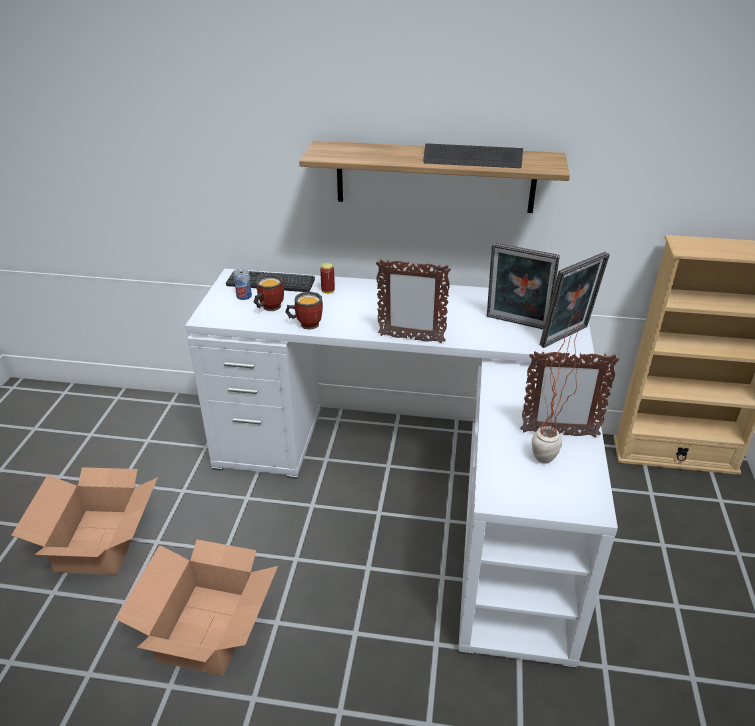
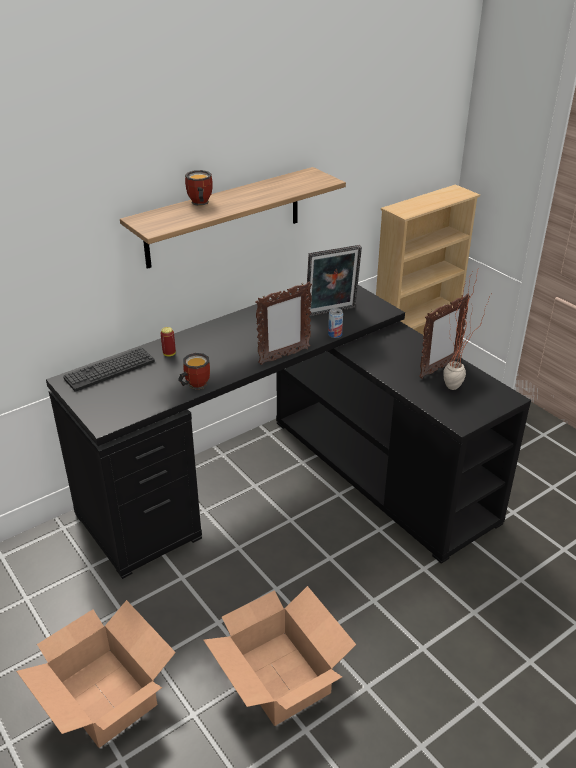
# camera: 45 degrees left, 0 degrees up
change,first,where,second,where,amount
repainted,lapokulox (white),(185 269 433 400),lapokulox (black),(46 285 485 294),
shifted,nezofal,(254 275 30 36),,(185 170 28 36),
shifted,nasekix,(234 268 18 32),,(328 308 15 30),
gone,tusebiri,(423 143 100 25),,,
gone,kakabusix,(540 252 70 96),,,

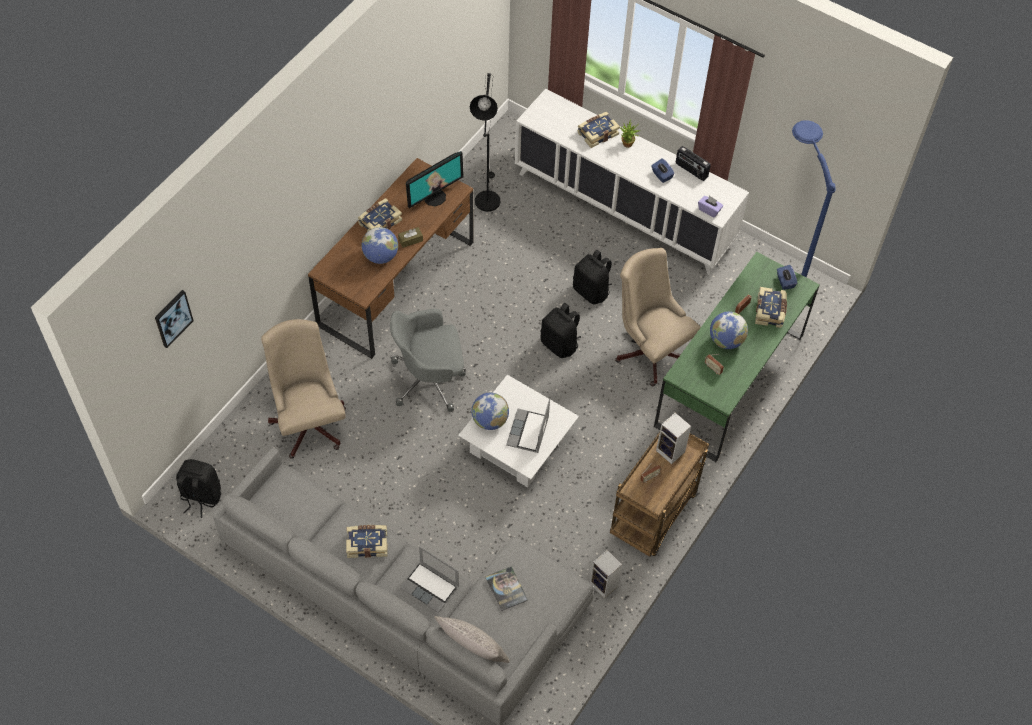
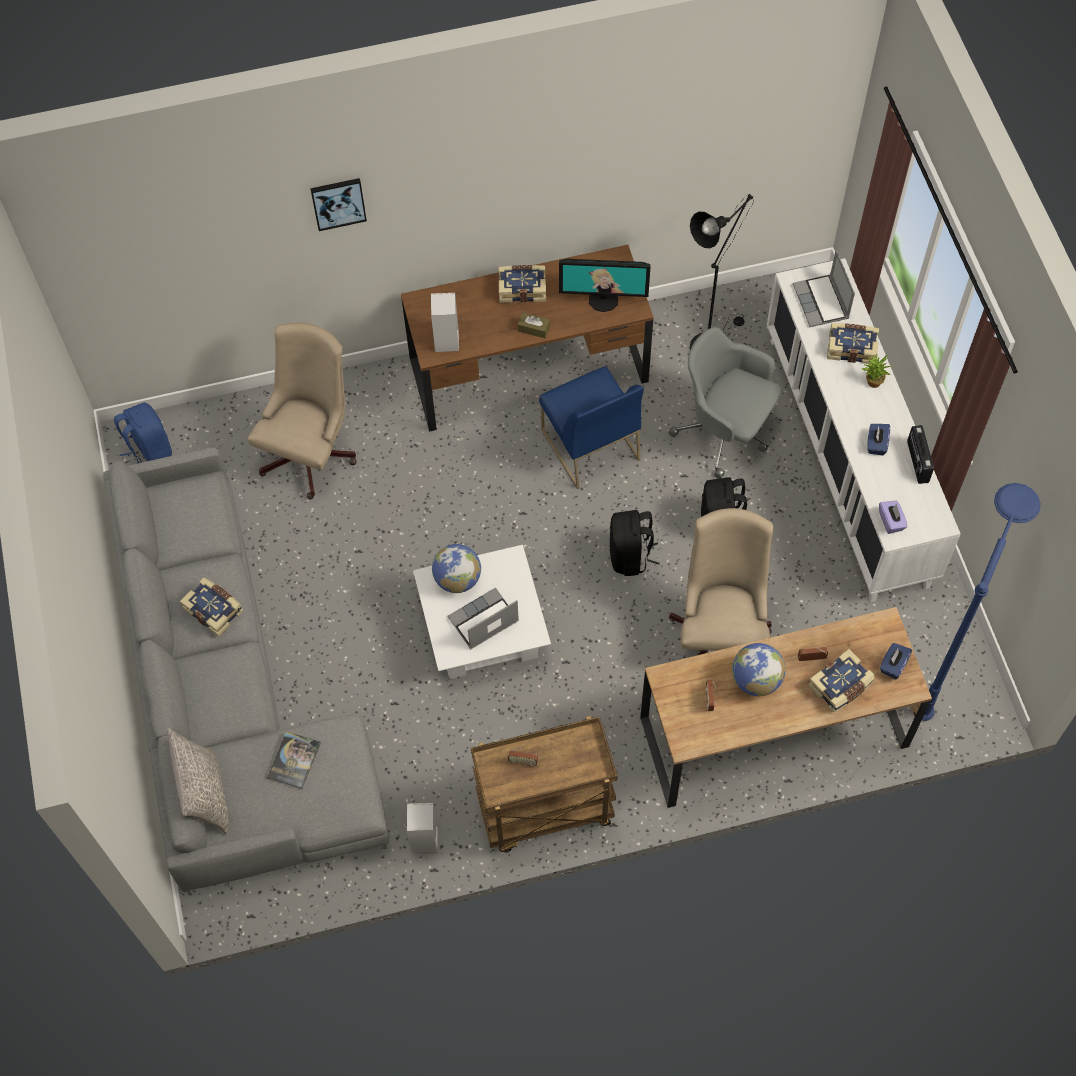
# camera: 45 degrees right, 5 degrees up
change,first,where,second,where,amount
repainted,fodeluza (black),(176 459 45 59),fodeluza (blue),(114 403 58 61),
shifted,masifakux,(155 290 39 58),,(310 178 57 53),
shifted,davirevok,(656 413 35 51),,(431 293 28 59),
new,,,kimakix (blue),(539 366 105 123),
repainted,lapokulox (green),(654 252 166 210),lapokulox (brown),(640 607 292 201),
shifted,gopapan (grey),(390 309 76 103),,(668 327 113 152),
shifted,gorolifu,(400 546 59 67),,(793 250 62 77),
gone,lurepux,(361 227 37 37),,,

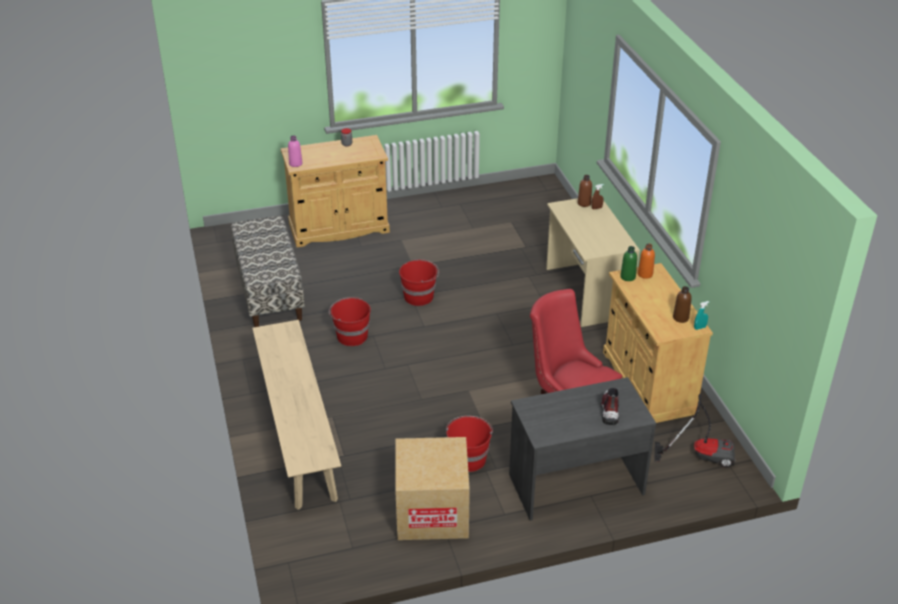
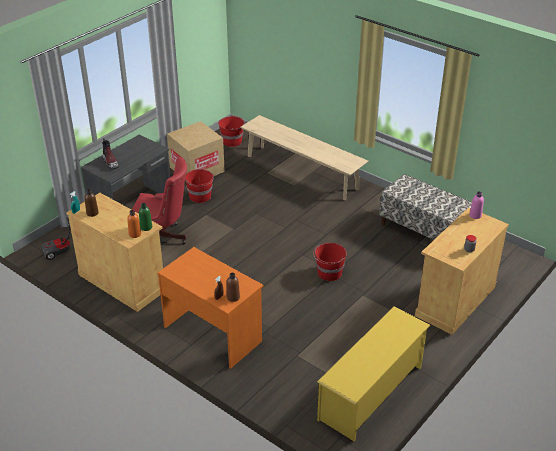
# camera: 145 degrees right, 0 degrees up
change,first,where,second,where,amount
repainted,lapokulox (beige),(546 196 94 131),lapokulox (orange),(158 247 105 122),
shifted,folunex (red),(329 297 42 49),,(219 116 26 31),
new,,,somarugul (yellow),(317 307 114 135),

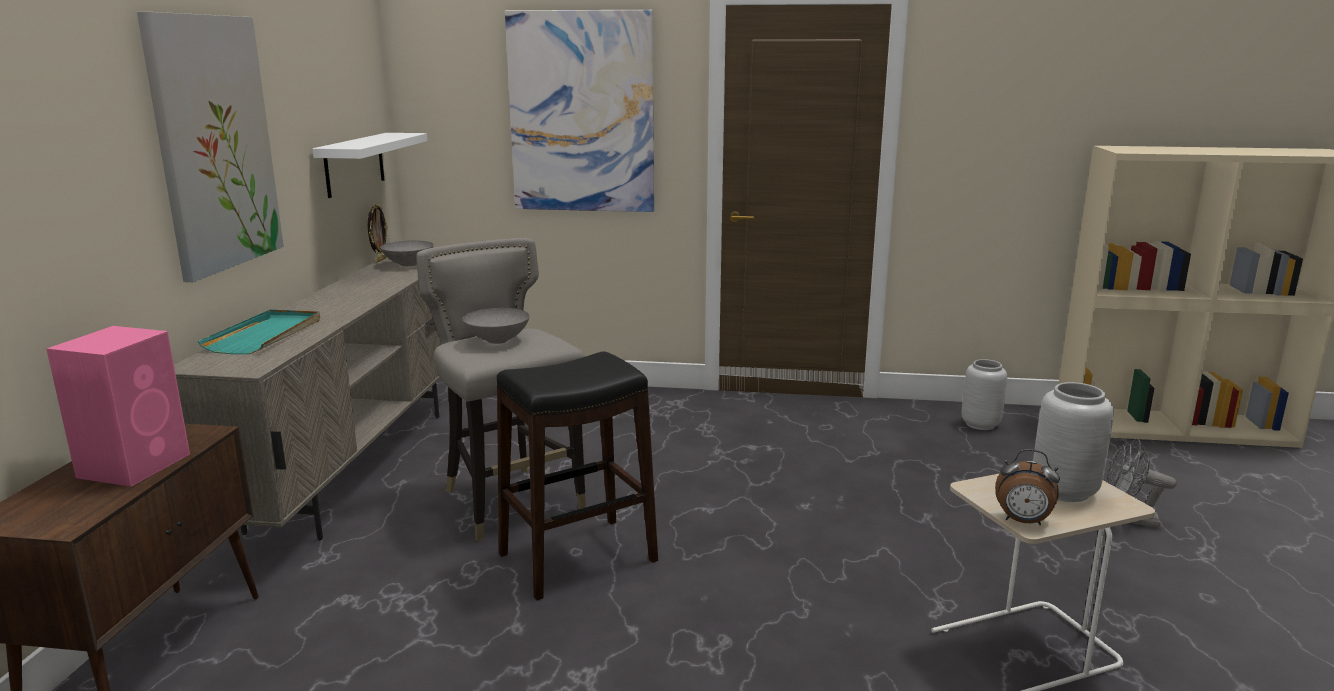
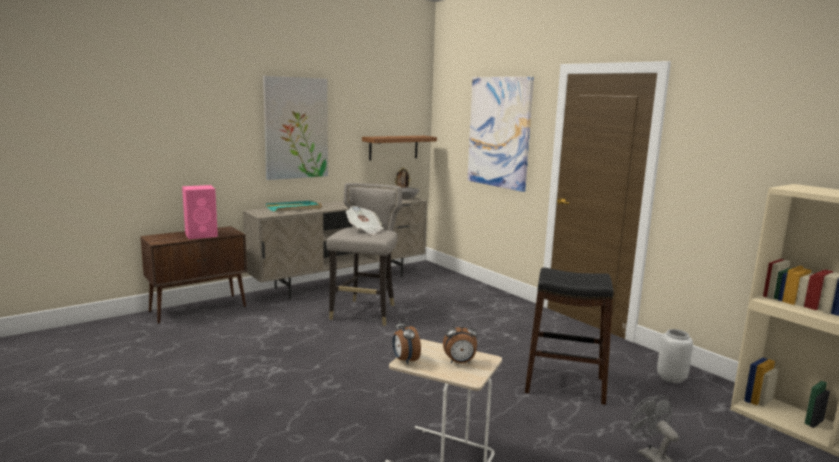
# camera: 45 degrees right, 5 degrees down
change,first,where,second,where,amount
swapped,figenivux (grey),(463 308 67 36),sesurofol,(346 206 38 29),
repainted,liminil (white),(313 133 114 65),liminil (brown),(362 136 75 25),
swapped,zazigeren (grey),(1033 382 81 120),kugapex,(443 320 35 43),
shifted,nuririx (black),(497 352 161 249),,(525 267 89 138),

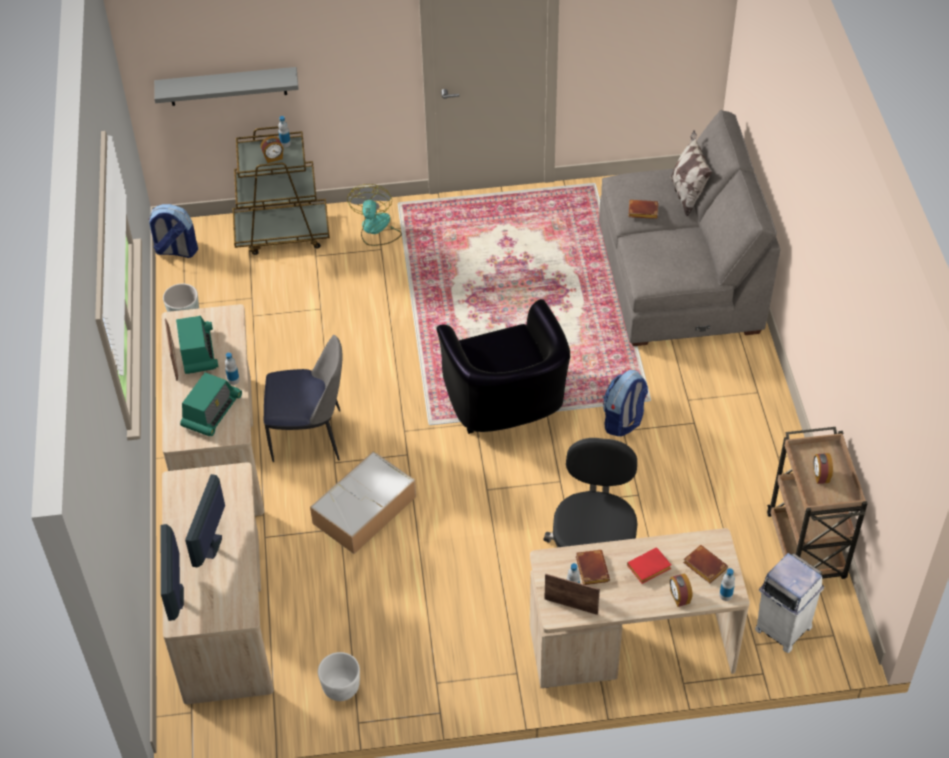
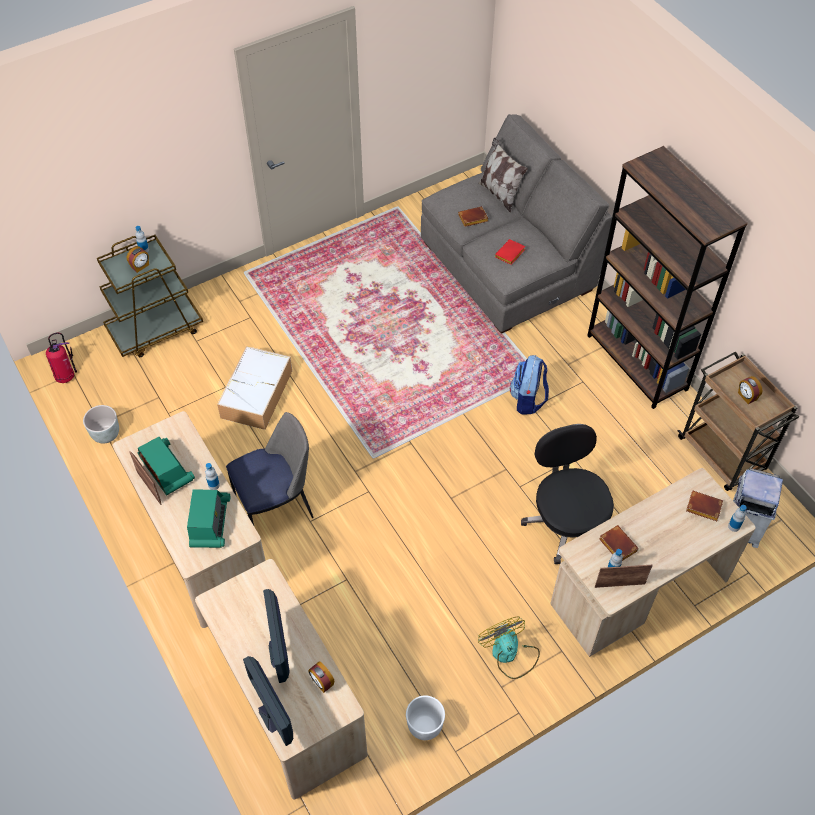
# camera: 25 degrees left, 5 degrees up
change,first,where,second,where,amount
swapped,fodeluza,(148 204 50 54),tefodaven,(46 333 31 50),
shifted,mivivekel,(310 451 106 103),,(217 346 75 84),
shifted,kugapex,(670 573 23 34),,(309 662 25 31),
shifted,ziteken,(347 184 55 62),,(478 616 62 63),
shifted,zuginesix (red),(627 547 45 37),,(495 239 30 26),
new,,,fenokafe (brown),(587 146 161 263),
gone,liminil (grey),(154 67 145 39),,,
gone,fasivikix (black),(437 299 133 135),,,

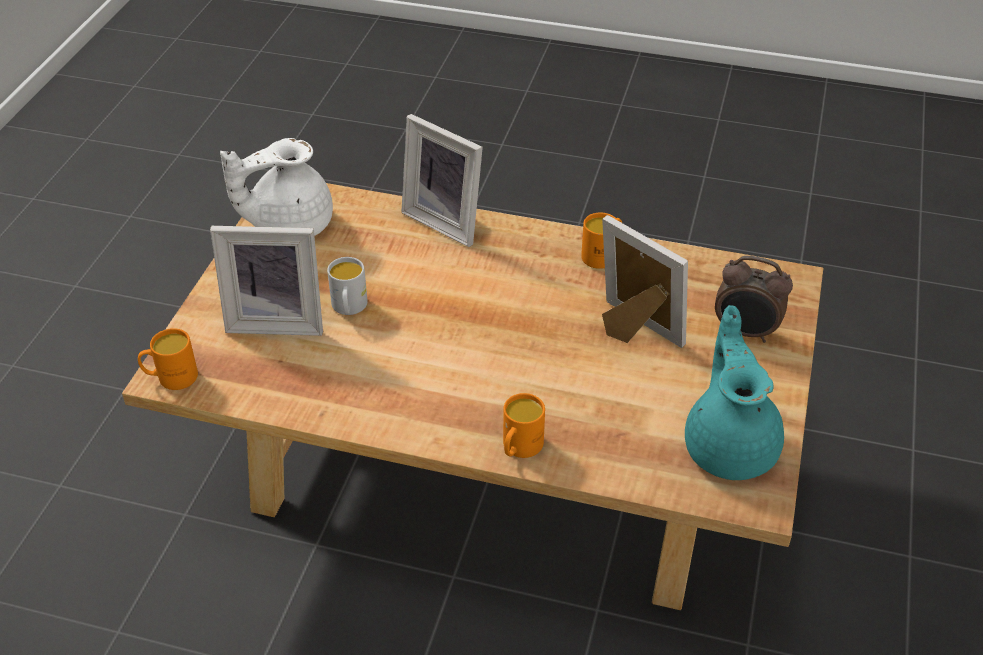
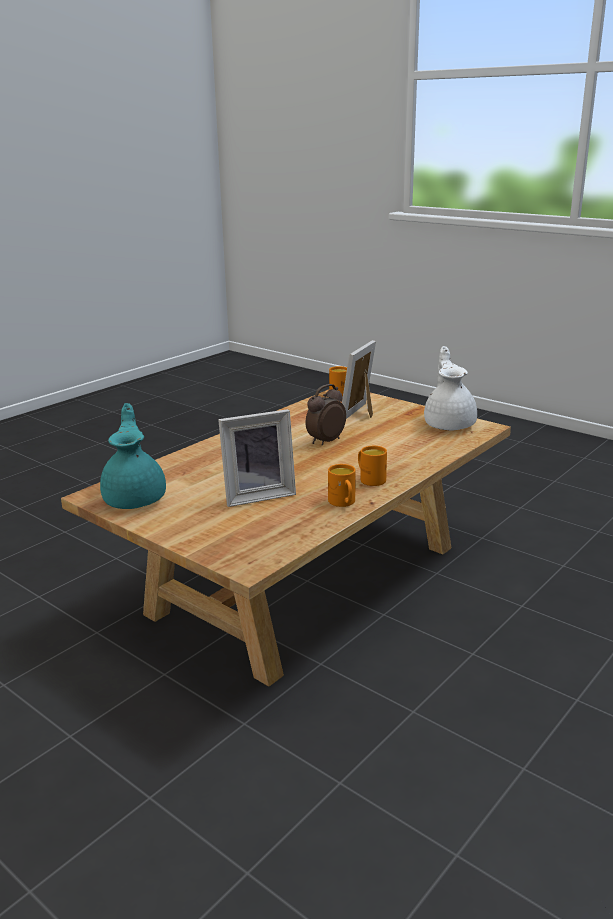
# camera: 115 degrees right, 20 degrees down
change,first,where,second,where,amount
rotated,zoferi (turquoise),(685 305 99 175),,(100 403 66 106),120 degrees counterclockwise
shifted,kugapex,(715 256 78 87),,(306 384 40 62),
shifted,nezofal (orange),(503 393 42 65),,(358 446 29 40),
gone,nezofal (white),(327 257 41 58),,,
gone,kakabusix,(401 114 82 133),,,

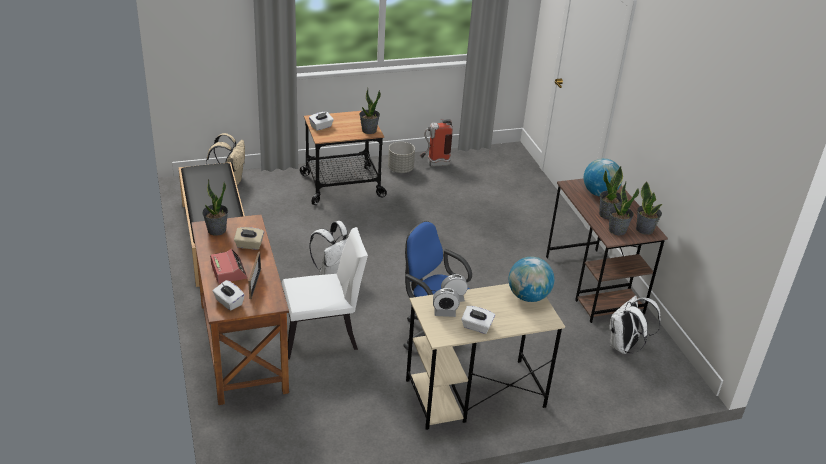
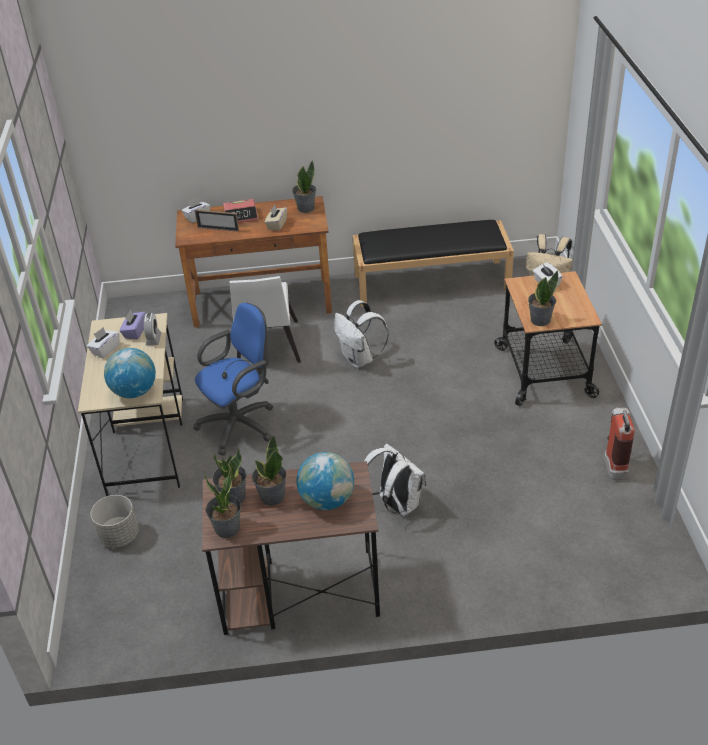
# camera: 105 degrees right, 5 degrees up
change,first,where,second,where,amount
shifted,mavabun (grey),(388 142 27 31),,(91 495 48 53),
swapped,kugapex,(433 288 27 29),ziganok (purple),(120 310 26 30),
shifted,fodeluza (white),(609 295 52 59),,(364 444 63 72),

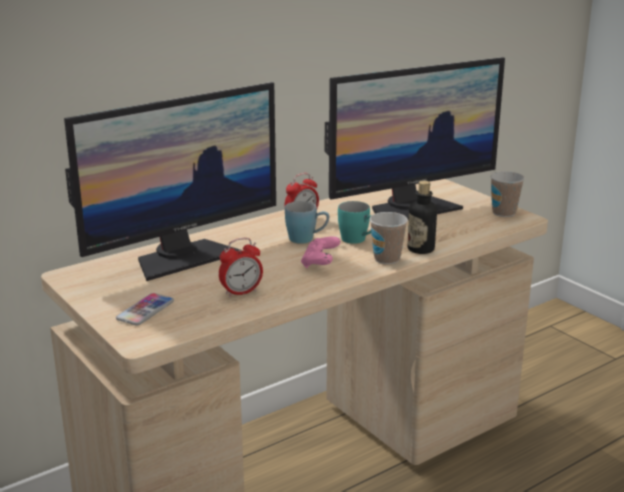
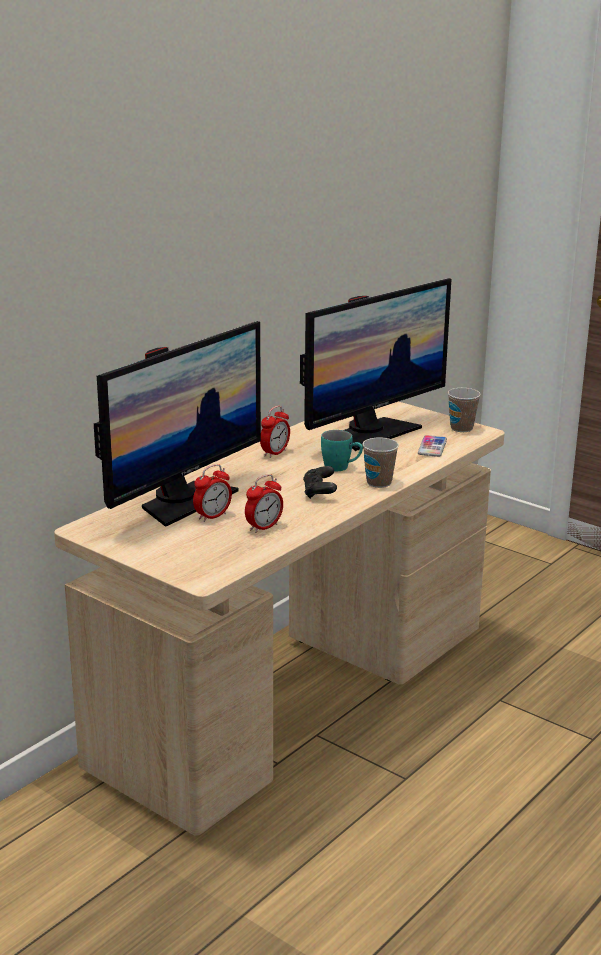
# camera: 15 degrees left, 0 degrees up
change,first,where,second,where,amount
new,,,kugapex,(193 464 39 58),
repainted,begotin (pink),(301 237 39 31),begotin (black),(303 466 34 33),
shifted,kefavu,(116 293 58 32),,(418 435 29 22),
gone,nezofal (blue),(285 201 44 43),,,
gone,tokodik,(407 181 30 73),,,

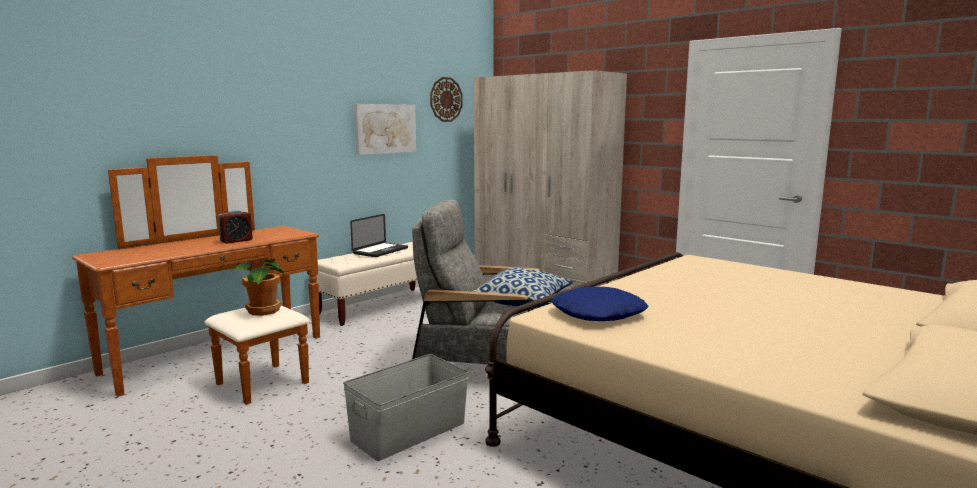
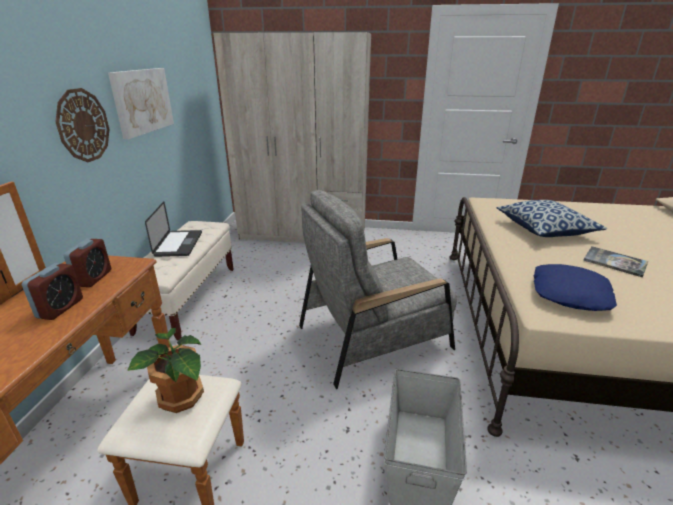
# camera: 35 degrees left, 15 degrees up
change,first,where,second,where,amount
shifted,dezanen,(430 77 33 45),,(55 88 55 74),
new,,,kugapex,(64 239 47 48),
shifted,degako,(472 268 101 40),,(497 200 110 37),
new,,,zuginesix,(583 246 65 31),

